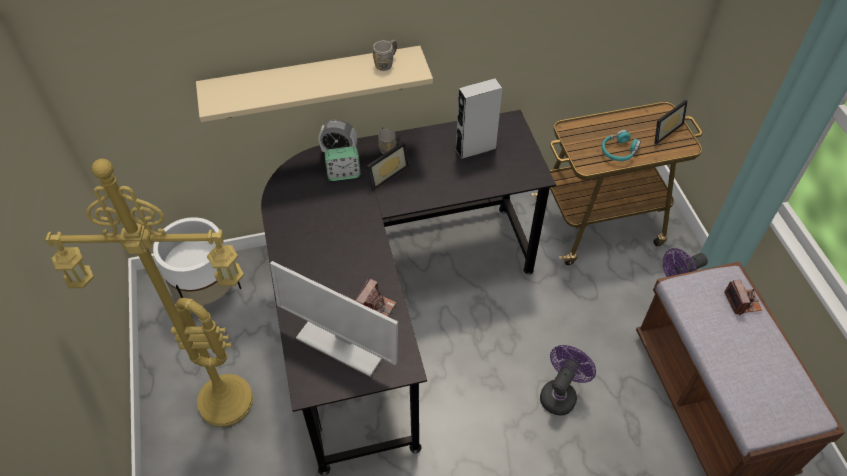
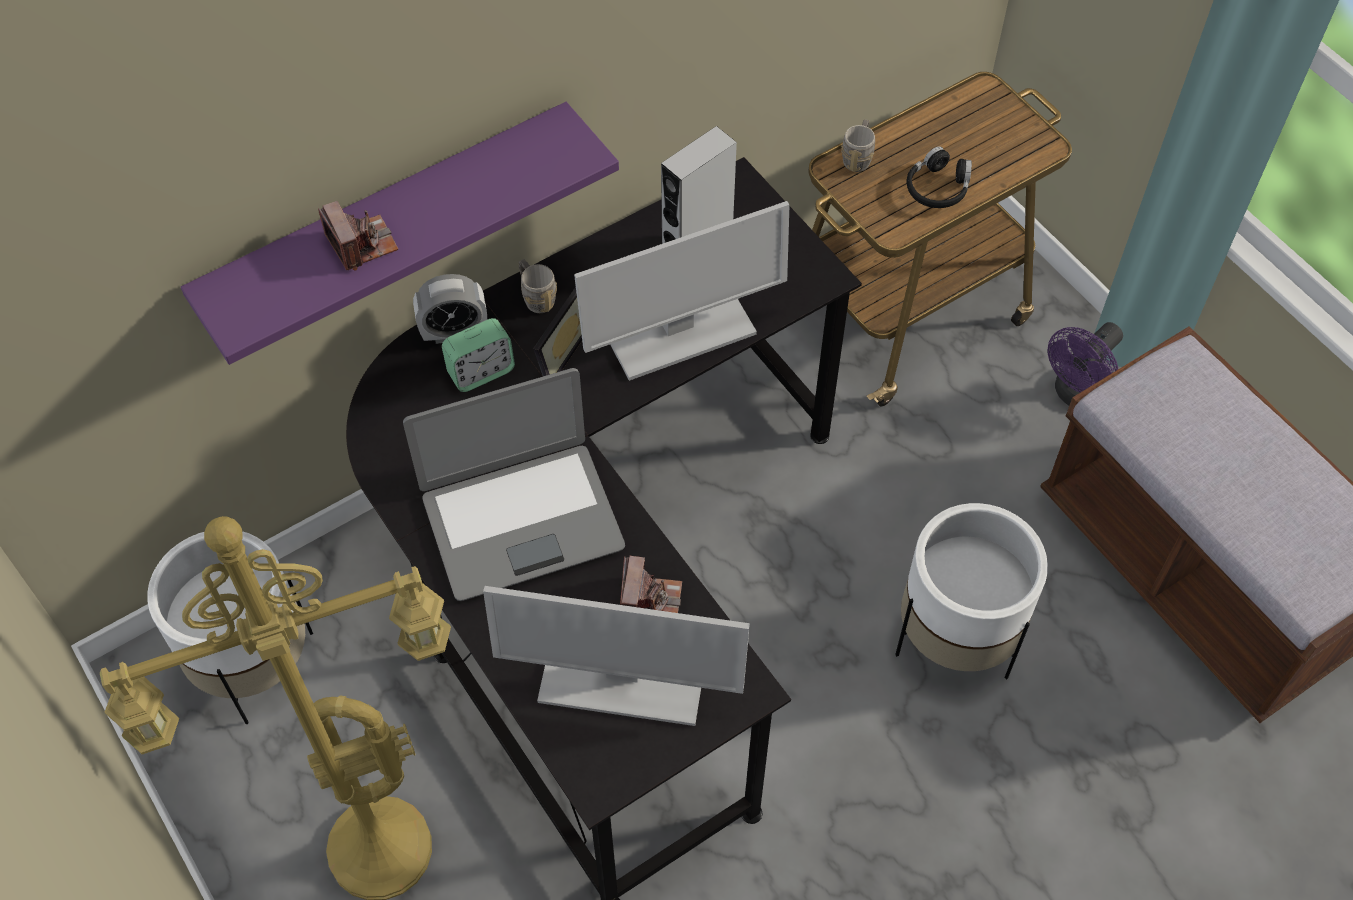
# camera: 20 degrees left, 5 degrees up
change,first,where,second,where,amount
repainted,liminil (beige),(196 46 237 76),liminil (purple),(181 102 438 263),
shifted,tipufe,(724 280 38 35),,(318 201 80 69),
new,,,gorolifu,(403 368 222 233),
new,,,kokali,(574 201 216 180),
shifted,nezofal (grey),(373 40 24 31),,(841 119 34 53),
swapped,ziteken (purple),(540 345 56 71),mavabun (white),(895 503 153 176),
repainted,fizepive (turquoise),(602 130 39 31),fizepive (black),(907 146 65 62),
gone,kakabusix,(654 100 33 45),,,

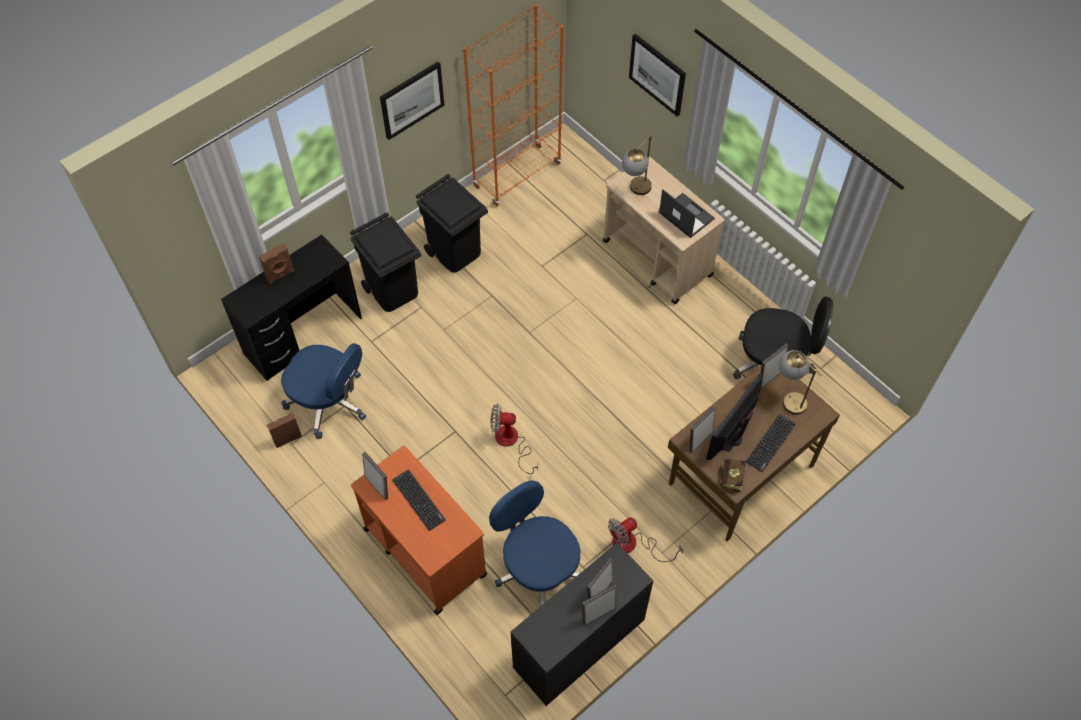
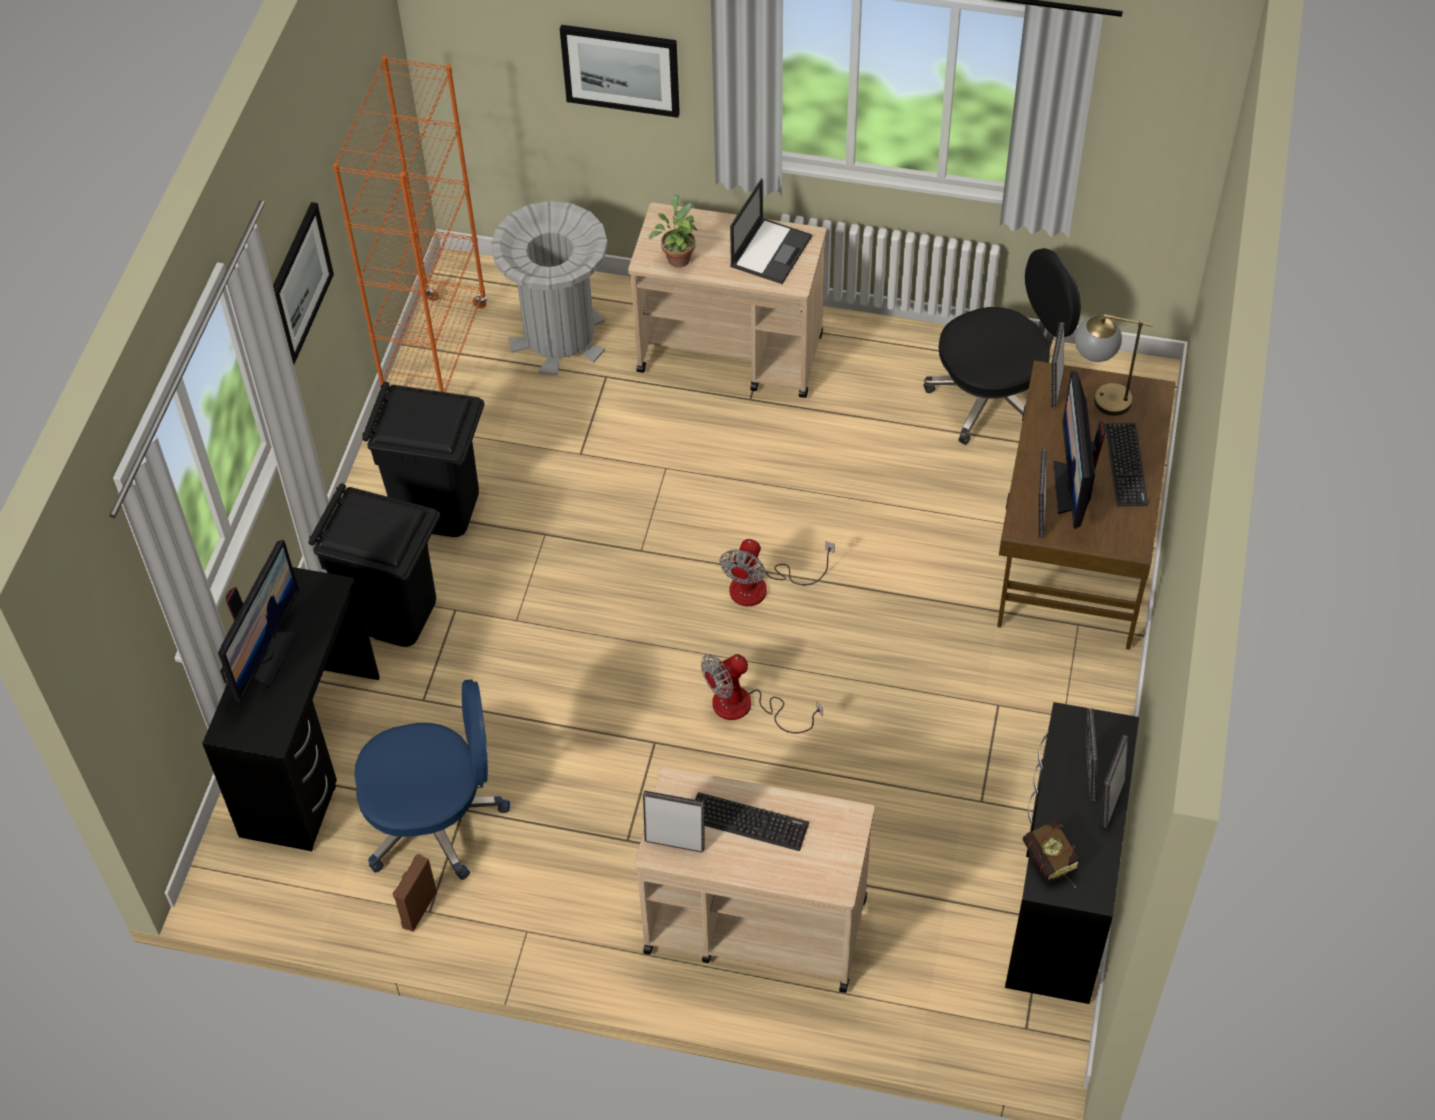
# camera: 35 degrees left, 5 degrees down
change,first,where,second,where,amount
swapped,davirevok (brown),(259 243 35 41),kokali,(218 540 81 163),
new,,,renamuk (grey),(491 201 117 174),
repainted,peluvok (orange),(351 446 136 169),peluvok (beige),(635 767 239 226),
swapped,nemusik,(622 132 33 63),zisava,(648 194 50 74),
shifted,ziteken,(608 517 76 45),,(719 539 116 67),
rotated,gorolifu,(659 189 56 49),,(730 178 82 106),105 degrees clockwise
shifted,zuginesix,(721 459 26 33),,(1023 820 56 68),
gone,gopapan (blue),(489 481 91 125),,,

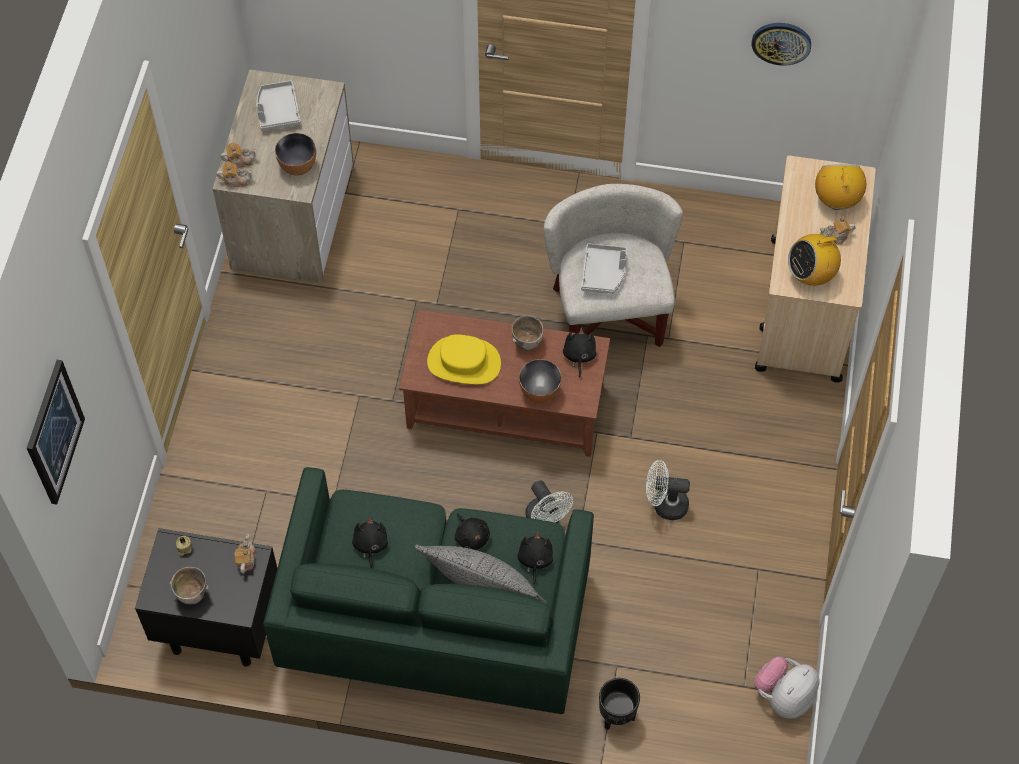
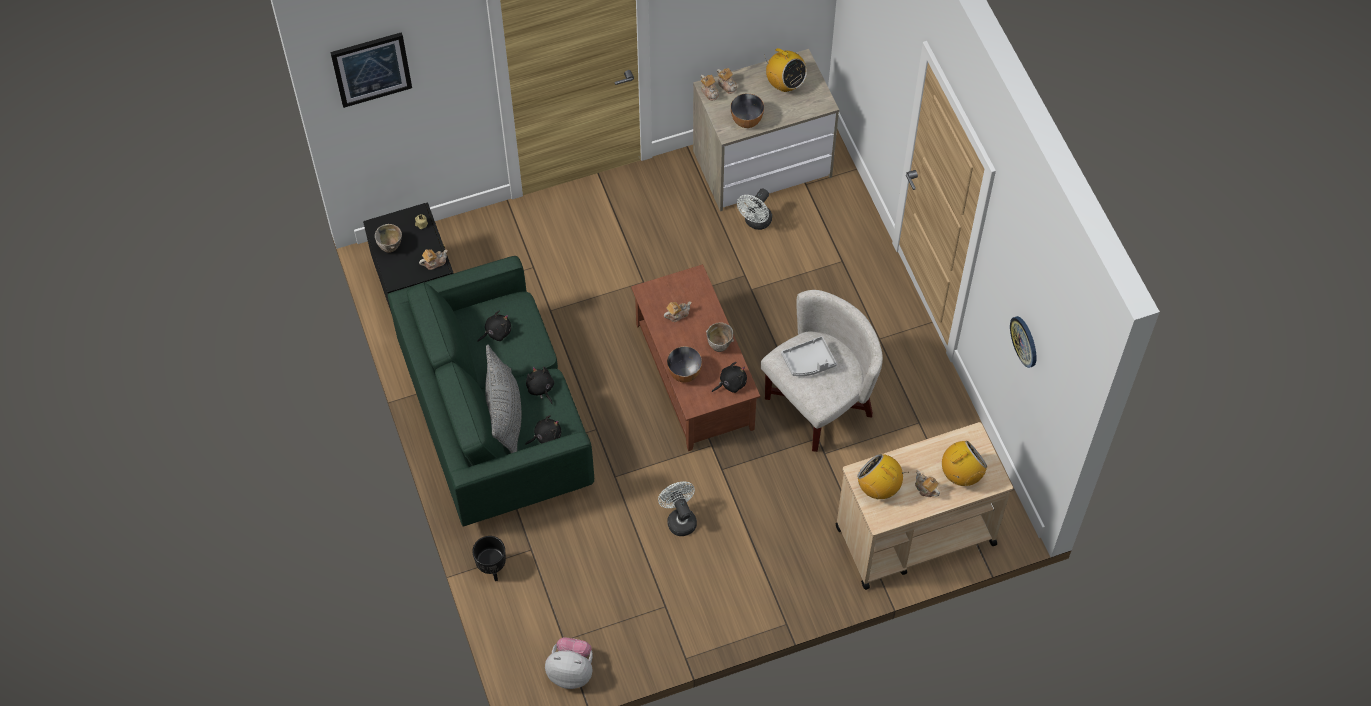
# camera: 60 degrees right, 0 degrees up
change,first,where,second,where,amount
rotated,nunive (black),(455 513 35 37),,(526 366 28 38),120 degrees clockwise
swapped,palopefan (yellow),(427 334 74 50),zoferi,(664 302 27 20),
shifted,ziteken (white),(525 481 48 42),,(737 188 35 42),
swapped,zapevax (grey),(256 81 45 50),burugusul,(764 48 43 44),

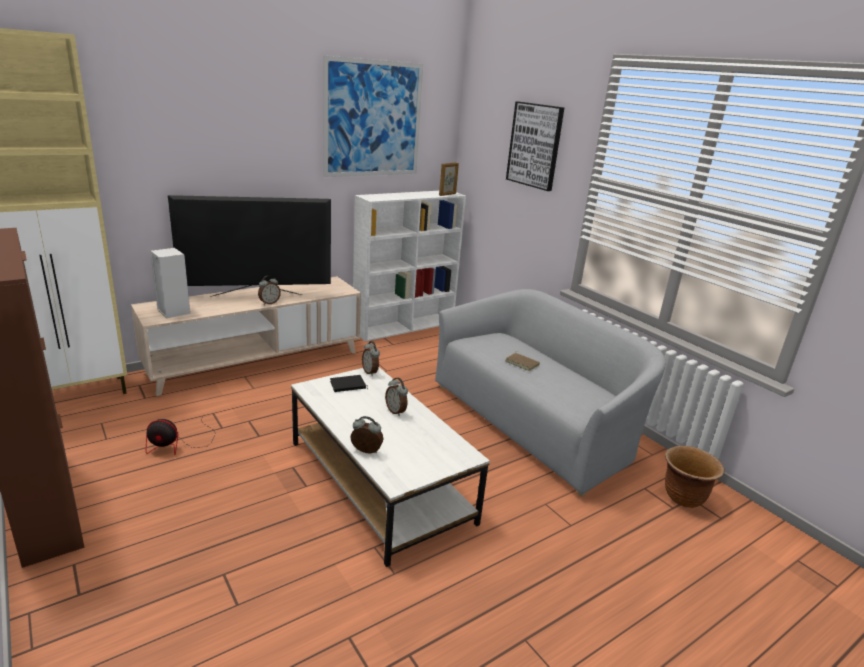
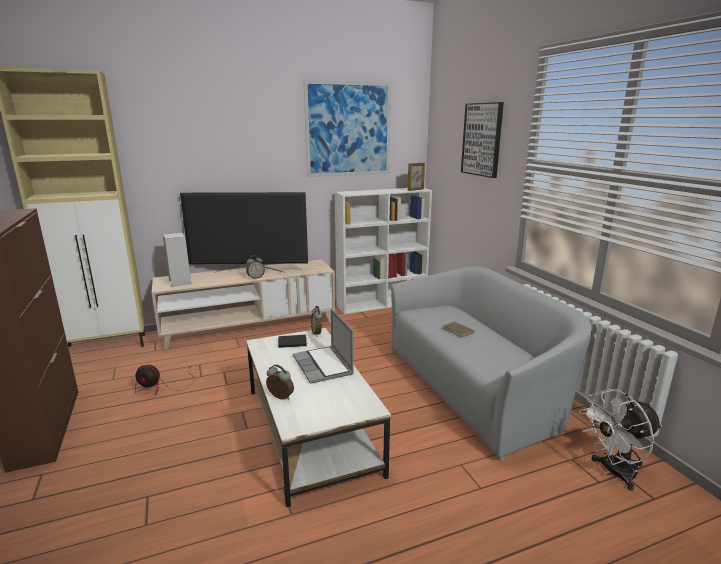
# camera: 15 degrees right, 5 degrees down
change,first,where,second,where,amount
swapped,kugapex,(385 378 23 38),gorolifu,(293 309 61 75),
swapped,mavabun (brown),(665 446 59 62),ziteken (white),(579 389 83 102),

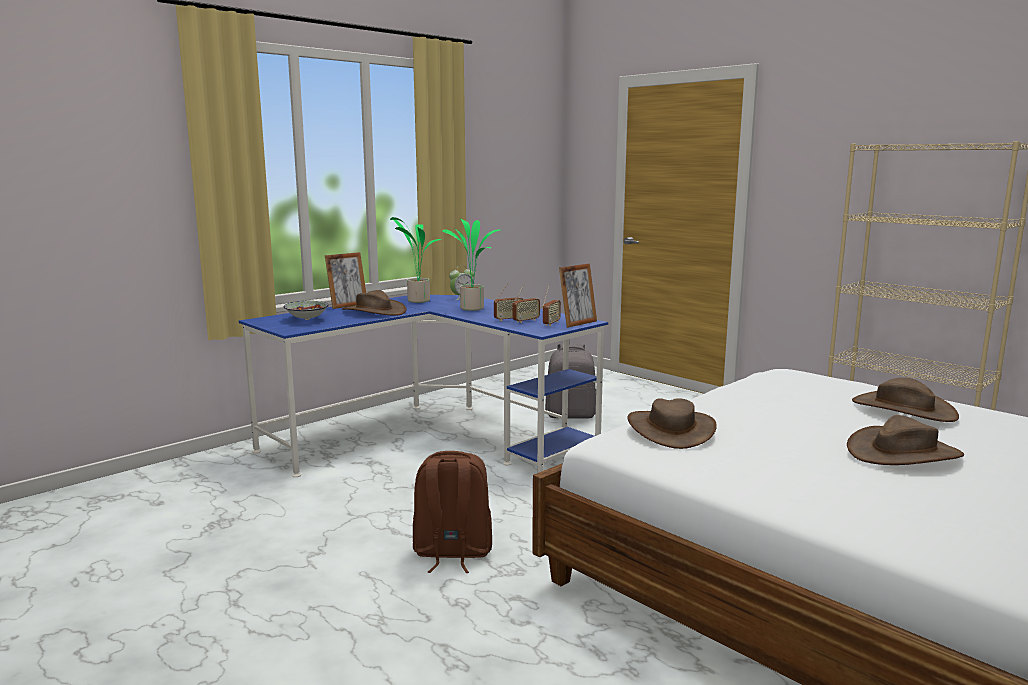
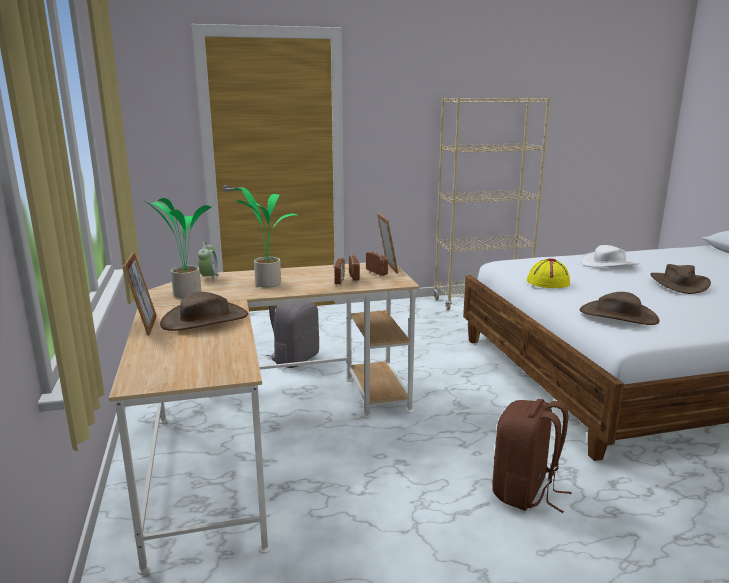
# camera: 60 degrees left, 5 degrees up
change,first,where,second,where,amount
repainted,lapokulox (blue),(239 295 369 182),lapokulox (beige),(109 263 311 312),
new,,,palopefan (yellow),(527 258 43 30),
repainted,palopefan (brown),(852 377 107 45),palopefan (white),(580 245 59 22),
gone,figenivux,(284 301 45 19),,,

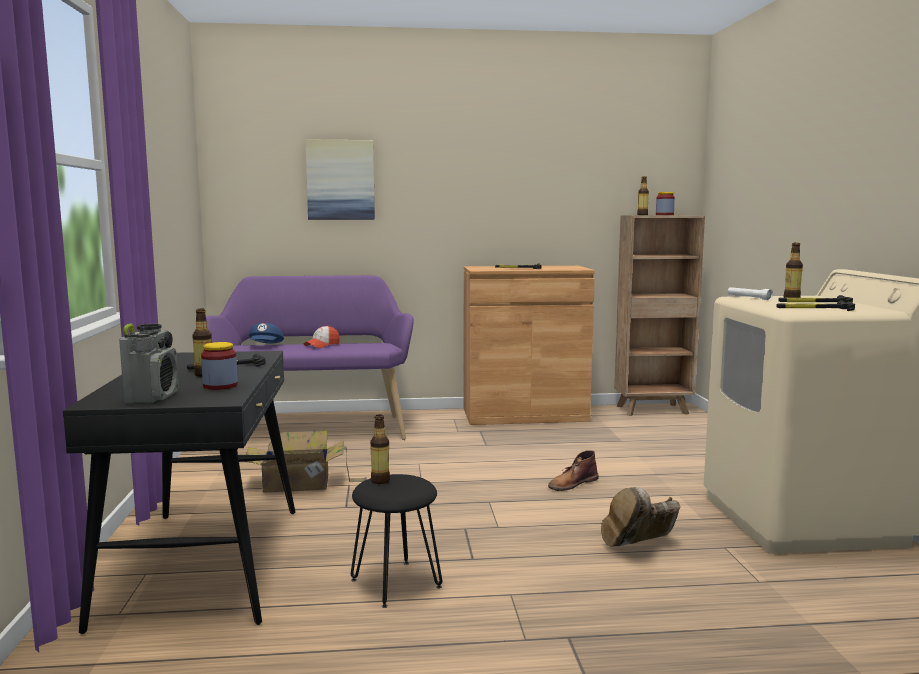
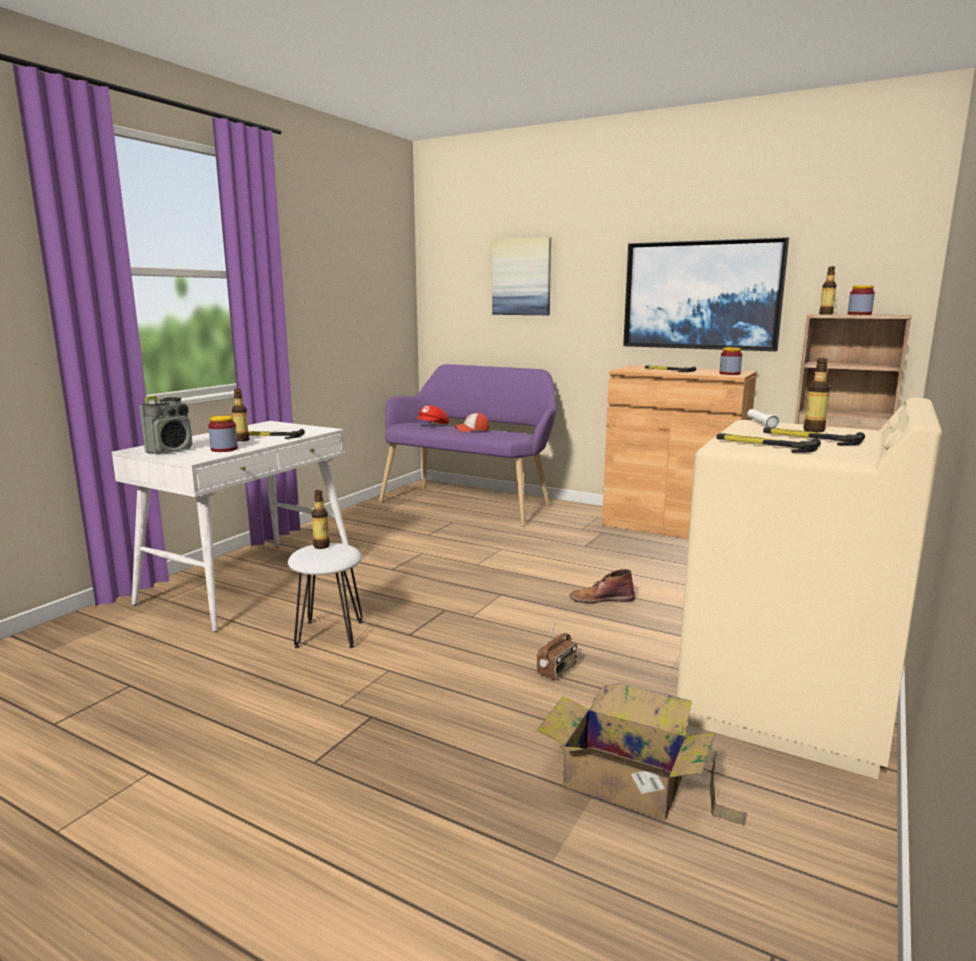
# camera: 35 degrees right, 5 degrees up
change,first,where,second,where,amount
repainted,lapokulox (black),(63 351 232 283),lapokulox (white),(112 421 237 211),
repainted,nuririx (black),(351 474 91 134),nuririx (white),(288 543 75 105),
repainted,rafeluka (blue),(249 323 35 20),rafeluka (red),(414 405 35 19),
swapped,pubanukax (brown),(601 487 79 60),burugusul,(537 622 40 58),
shifted,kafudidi,(245 430 122 63),,(537 683 210 143),
new,,,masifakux,(623 237 166 114),
new,,,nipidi,(719 347 23 28),

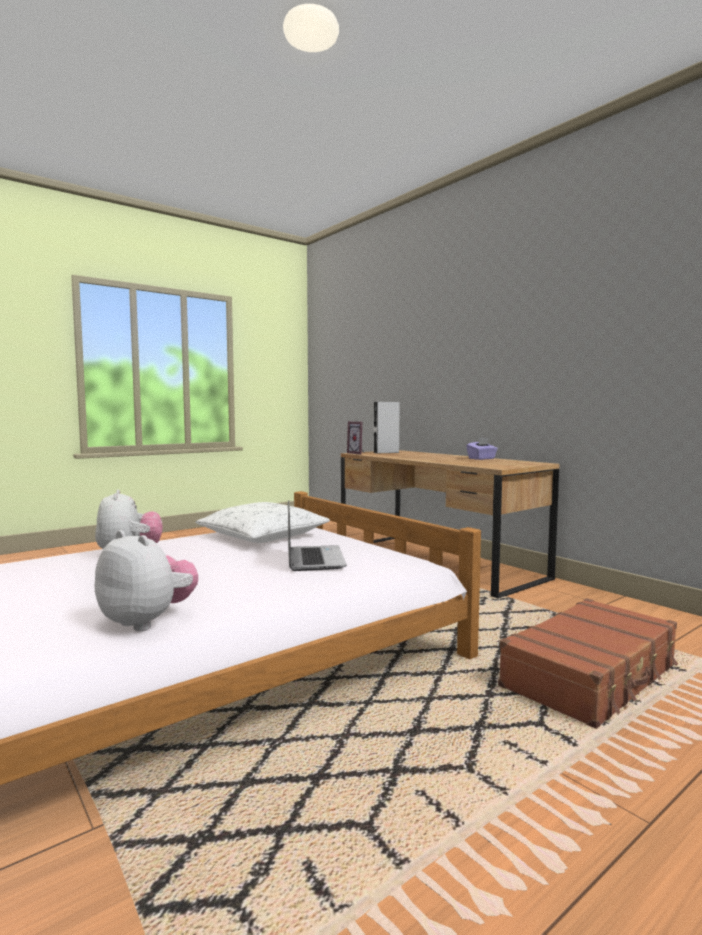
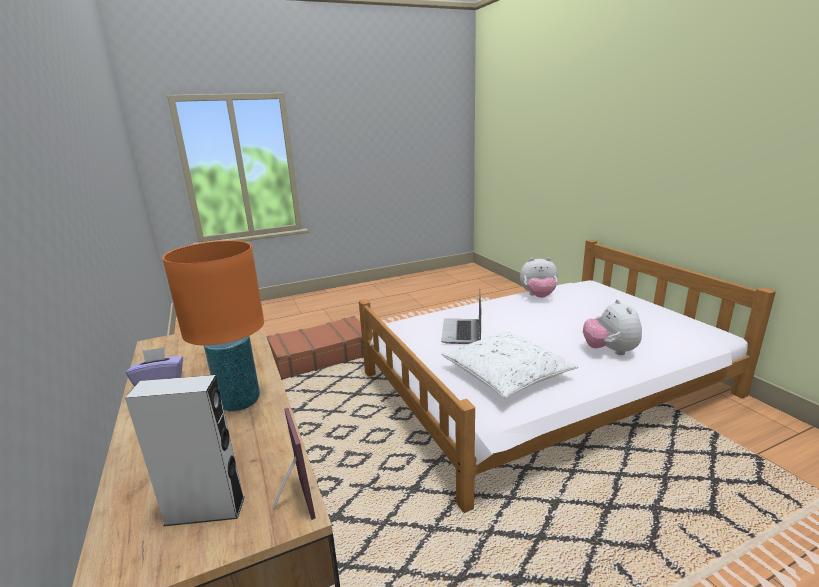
# camera: 165 degrees left, 15 degrees up
change,first,where,second,where,amount
new,,,nemusik (orange),(162 240 102 172),
rotated,nunive,(95 530 103 101),,(520 257 38 41),45 degrees counterclockwise

